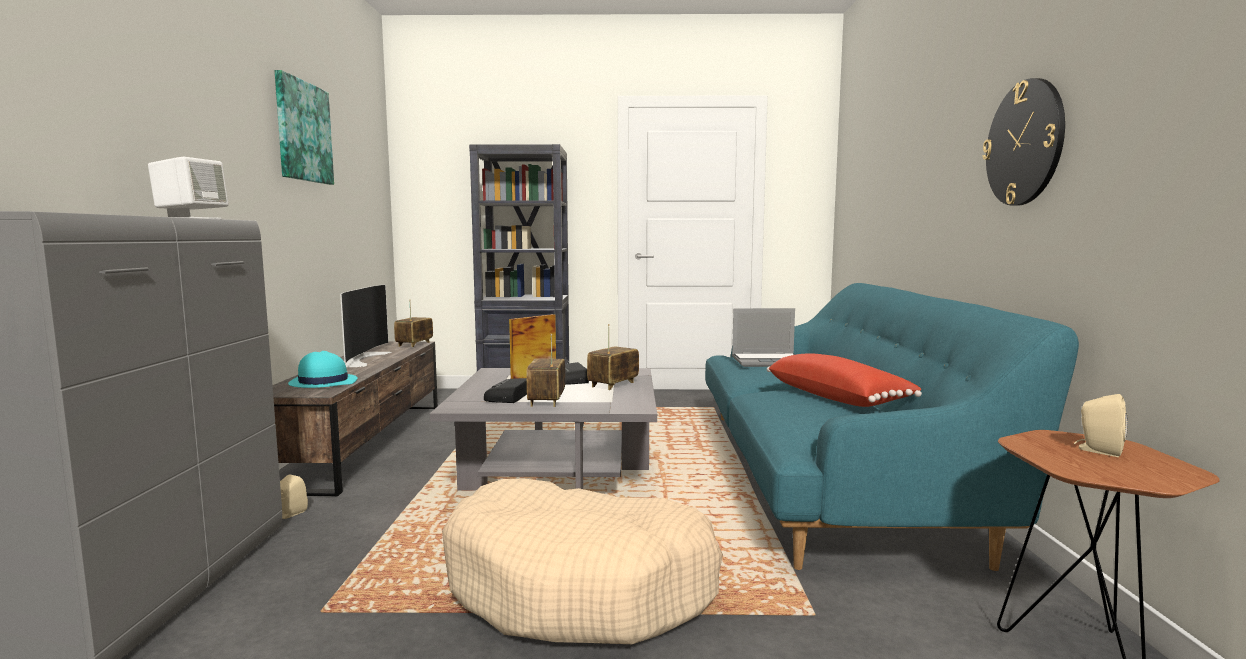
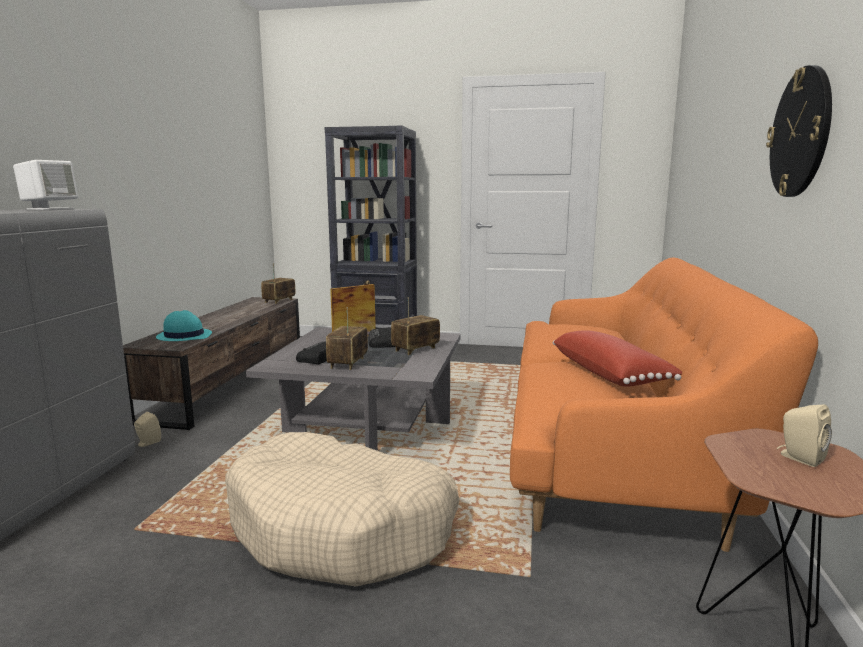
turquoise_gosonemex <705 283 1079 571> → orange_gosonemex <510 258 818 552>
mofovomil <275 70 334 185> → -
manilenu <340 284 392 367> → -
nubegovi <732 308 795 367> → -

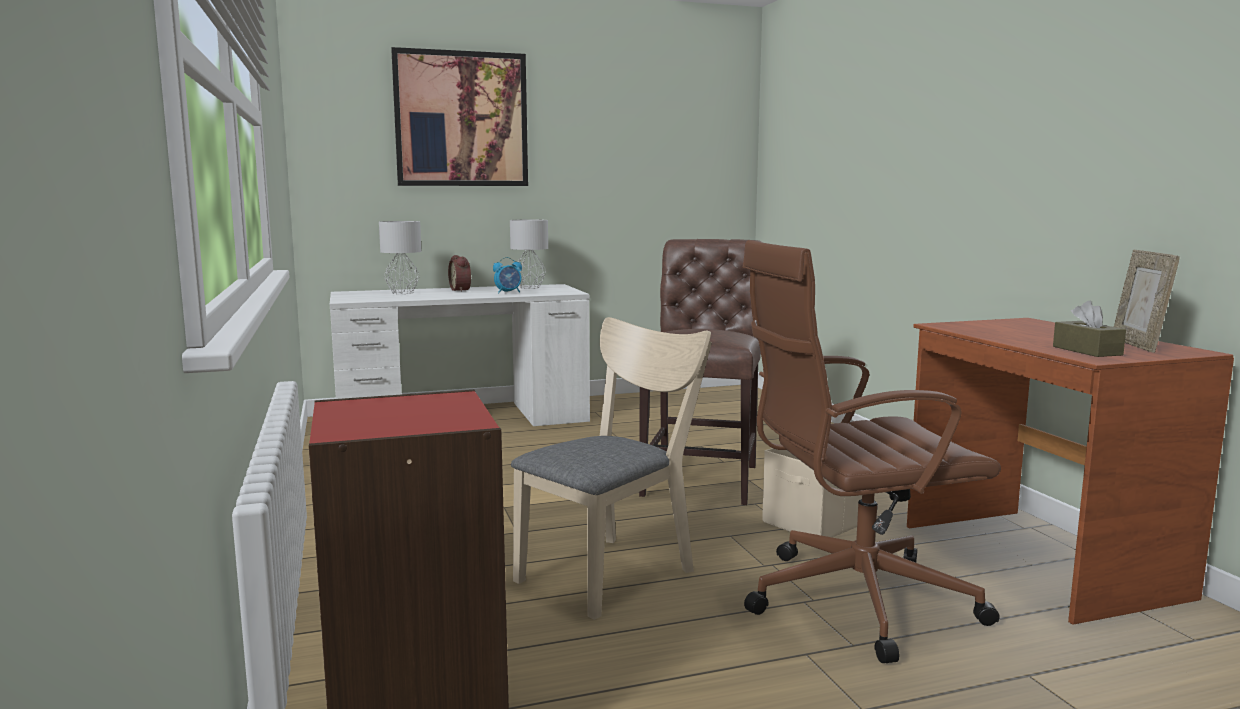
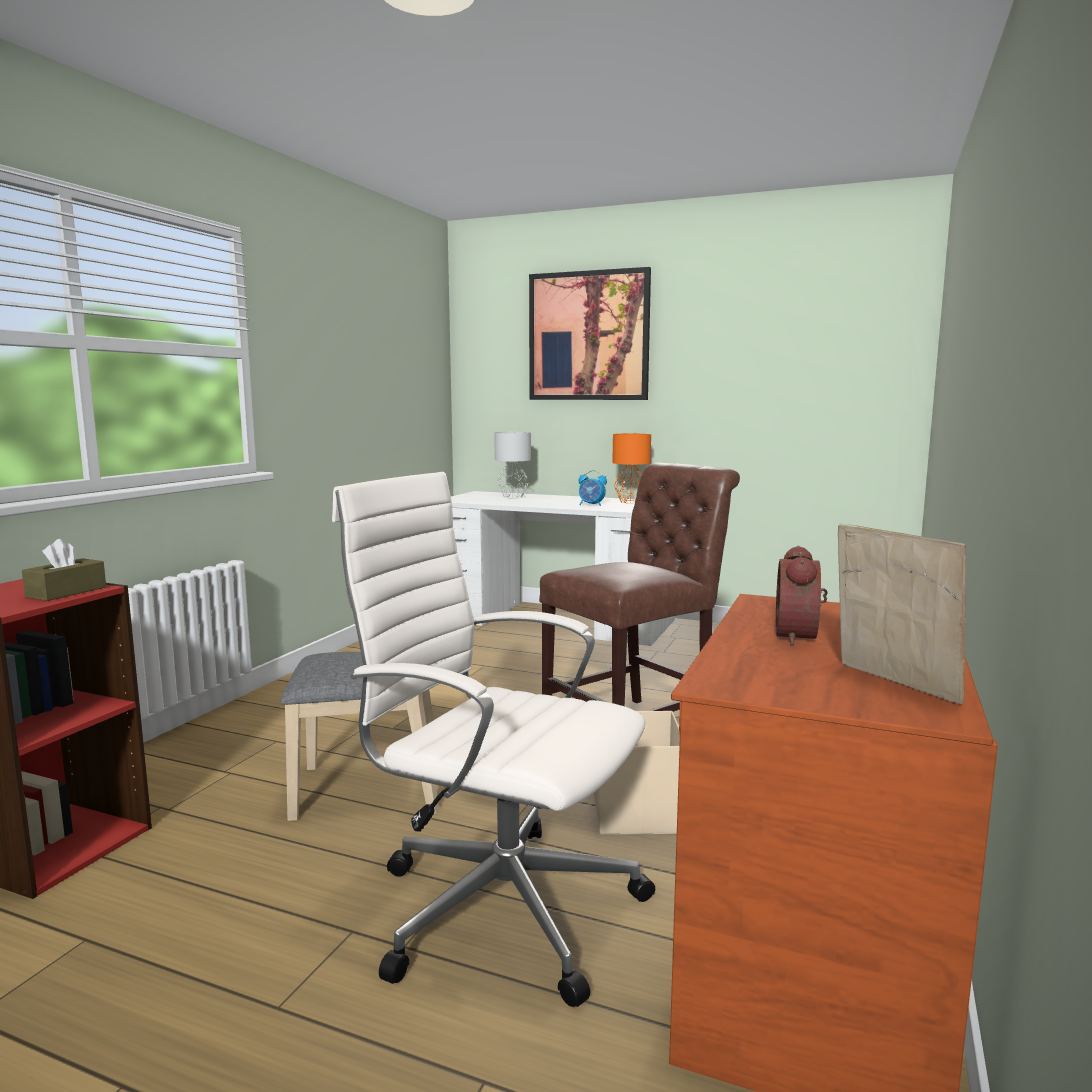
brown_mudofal <1053 301 1126 357> → brown_mudofal <22 539 106 601>, moved
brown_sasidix <743 240 1001 663> → white_sasidix <332 472 655 1007>
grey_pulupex <510 219 548 289> → orange_pulupex <612 434 651 503>
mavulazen <448 255 471 292> → mavulazen <776 546 828 645>, moved
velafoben <1114 249 1180 353> → velafoben <838 524 966 704>, 105 degrees clockwise

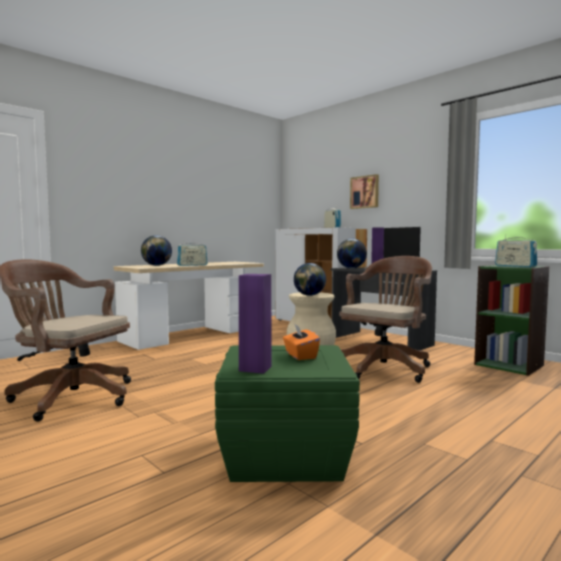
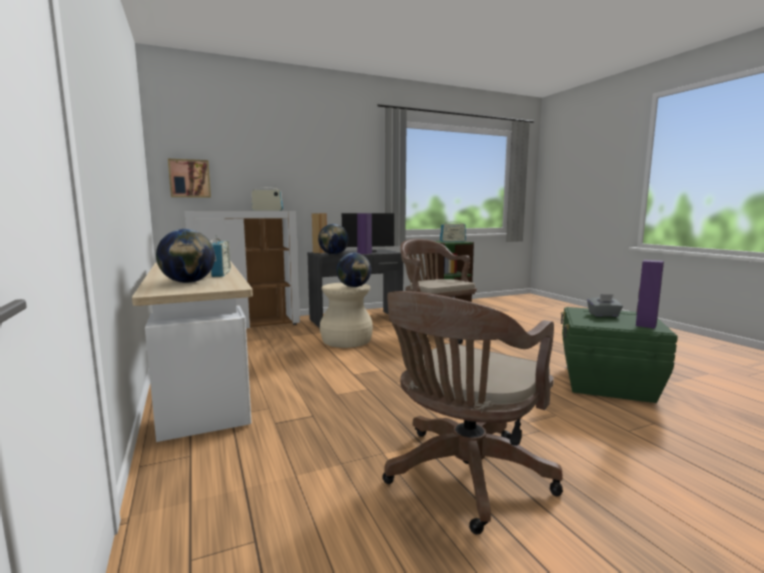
mofovomil <350 174 379 209> → mofovomil <168 159 211 198>, moved
orange_mudofal <283 325 320 360> → grey_mudofal <587 294 623 317>

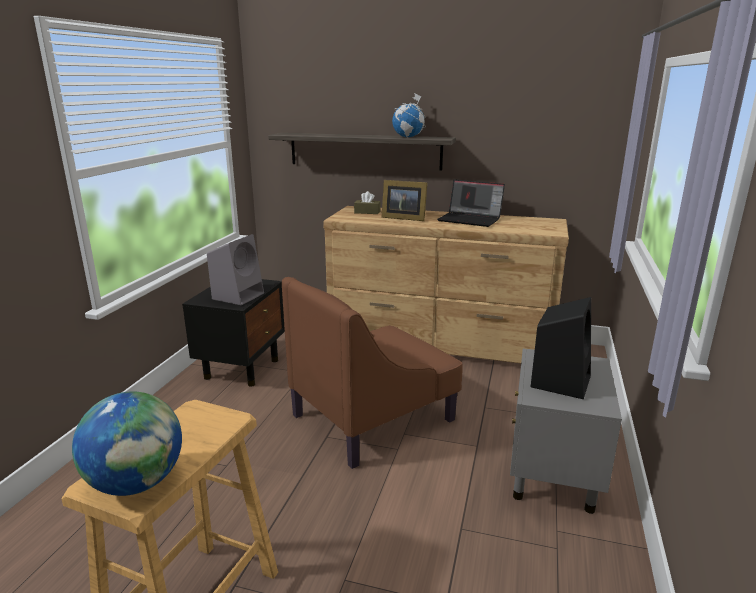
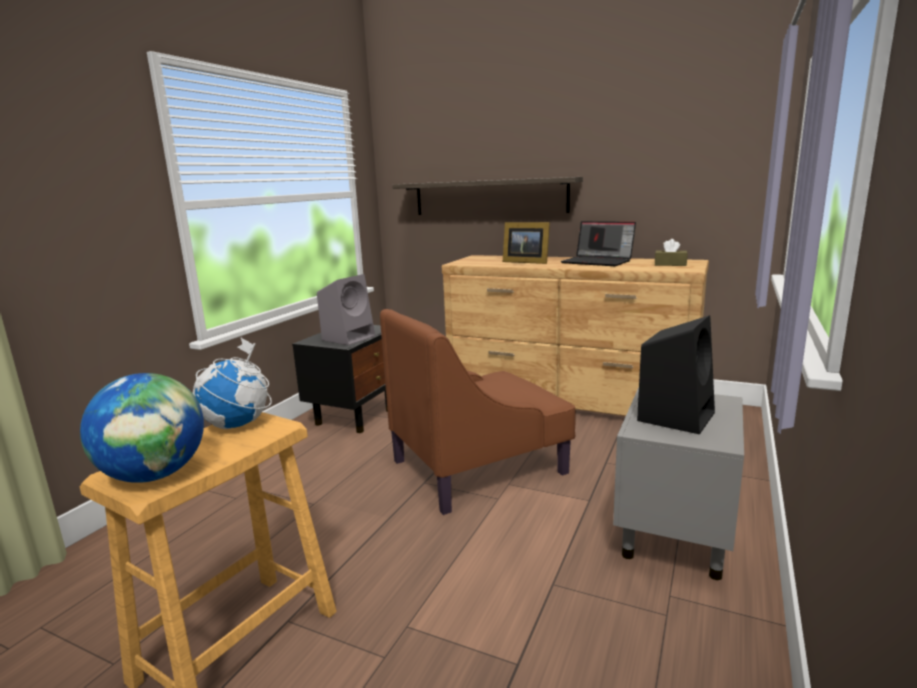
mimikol <392 93 426 138> → mimikol <193 338 272 429>, moved
brown_mudofal <354 191 381 214> → brown_mudofal <655 239 688 266>, moved

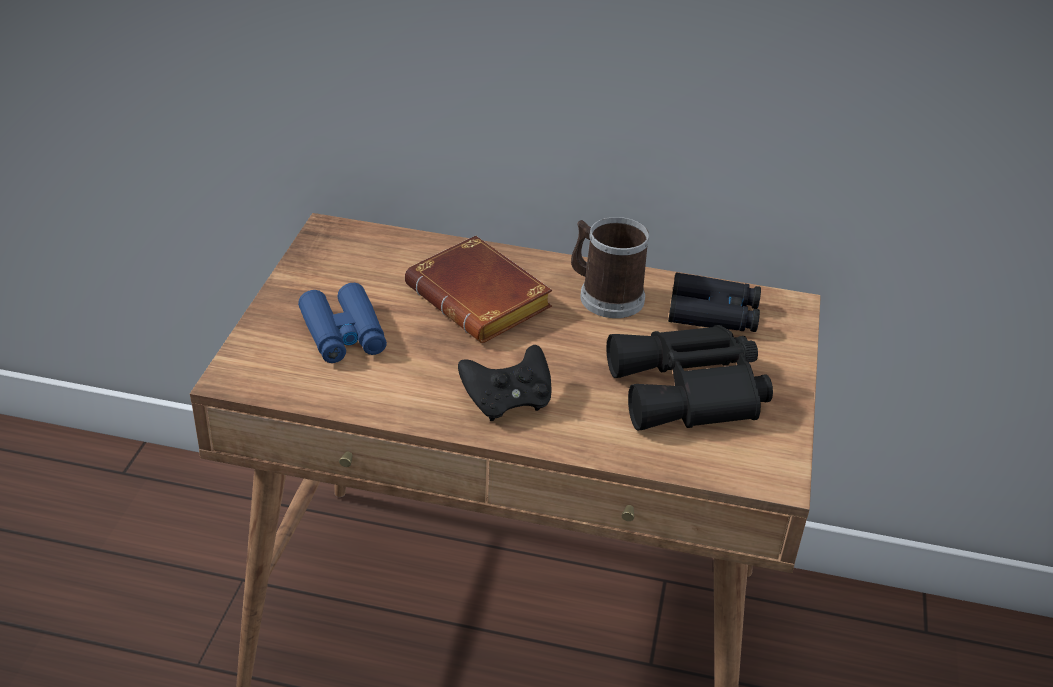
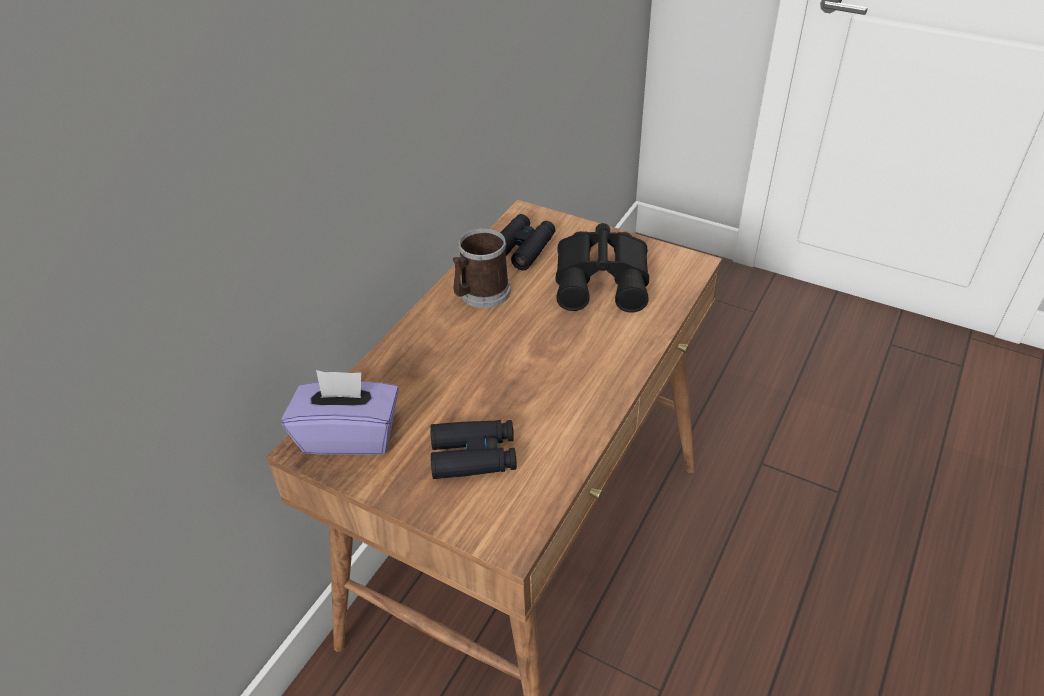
- → purple_mudofal <281 370 399 455>
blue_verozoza <298 283 387 363> → black_verozoza <430 420 517 479>
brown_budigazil <405 236 552 343> → -
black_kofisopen <458 345 551 421> → -

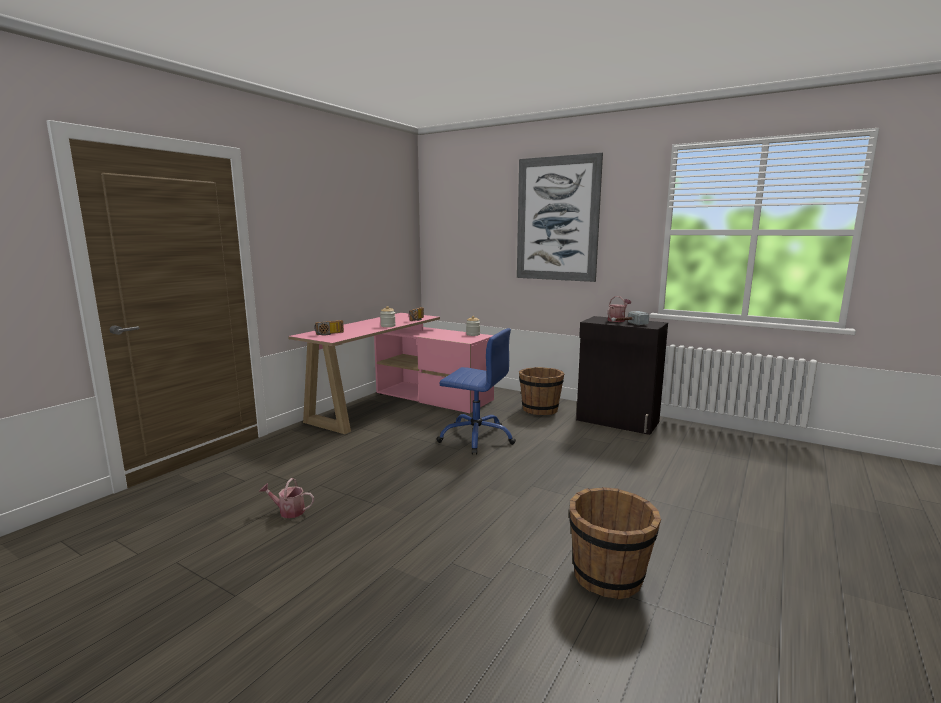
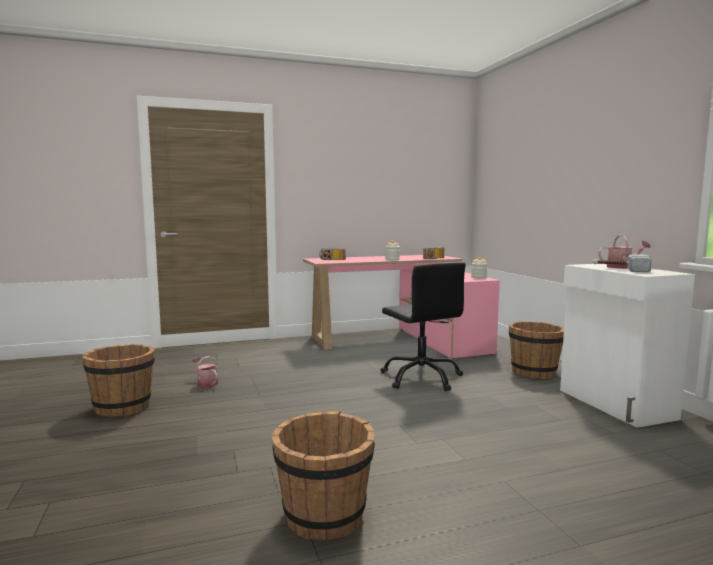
- → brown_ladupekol <82 344 155 417>
blue_sasidix <436 328 516 455> → black_sasidix <381 262 466 391>
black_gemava <576 316 668 435> → white_gemava <560 264 695 428>
mofovomil <517 153 603 282> → -

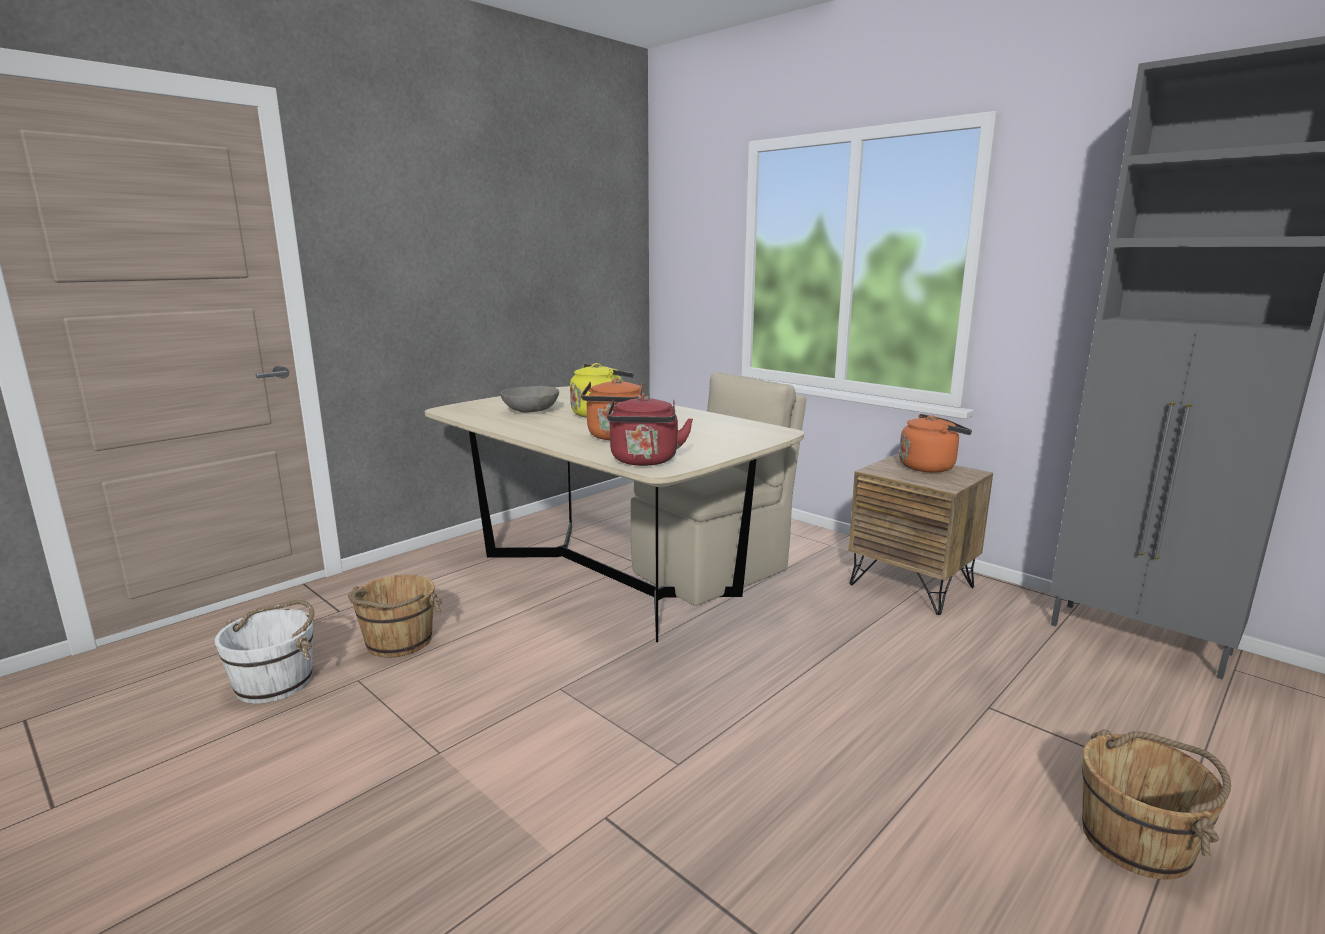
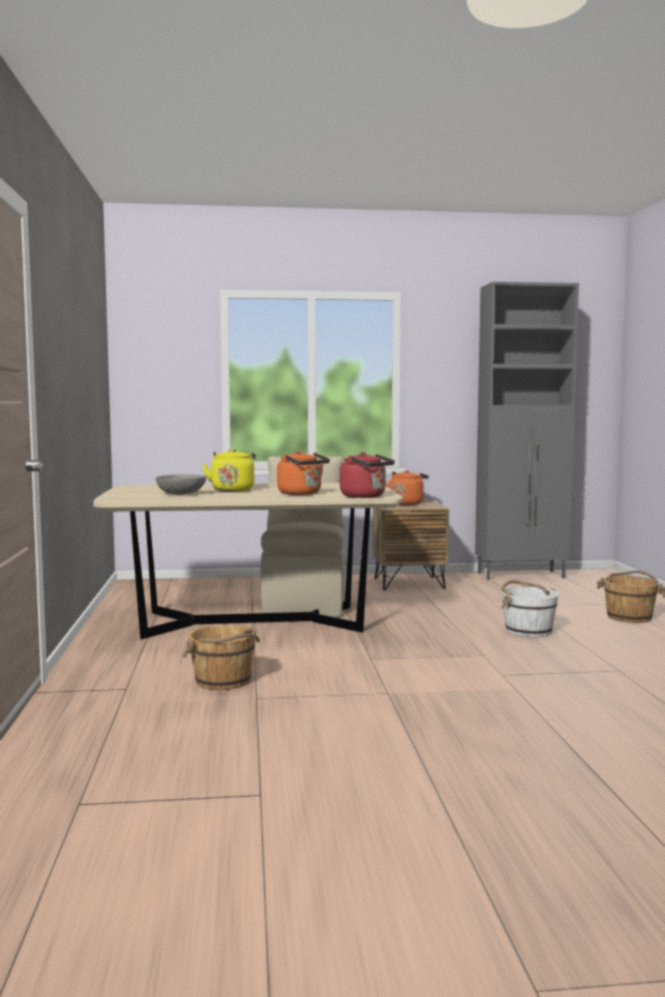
white_ladupekol <215 600 314 704> → white_ladupekol <501 580 559 637>, moved

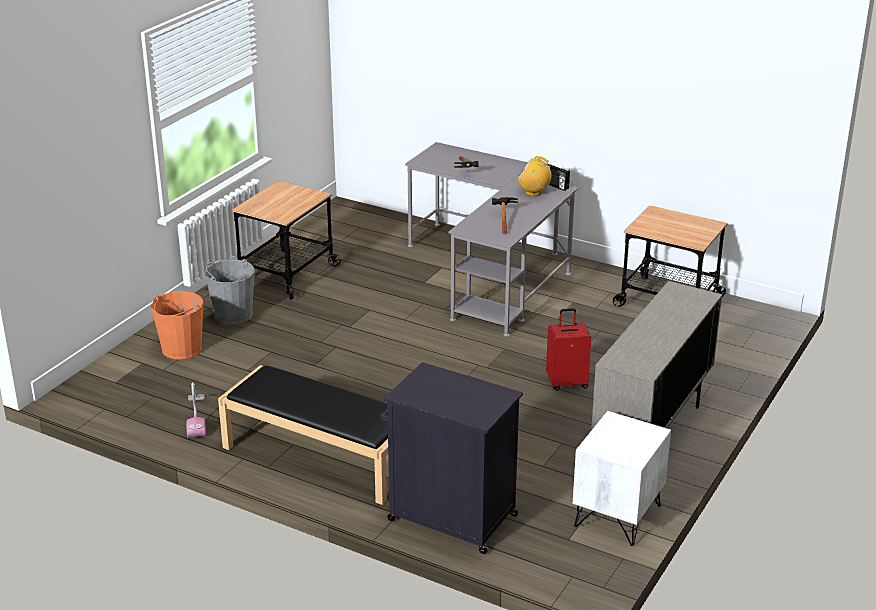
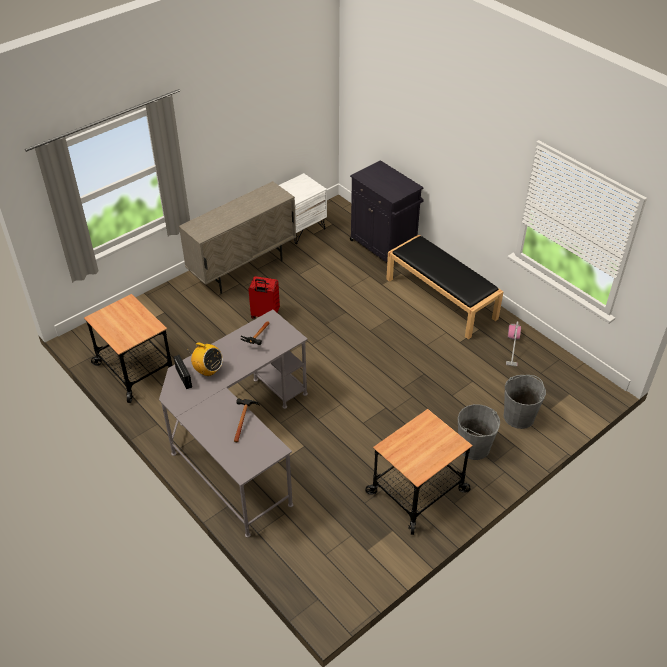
orange_ladupekol <151 291 203 359> → grey_ladupekol <504 375 546 429>

